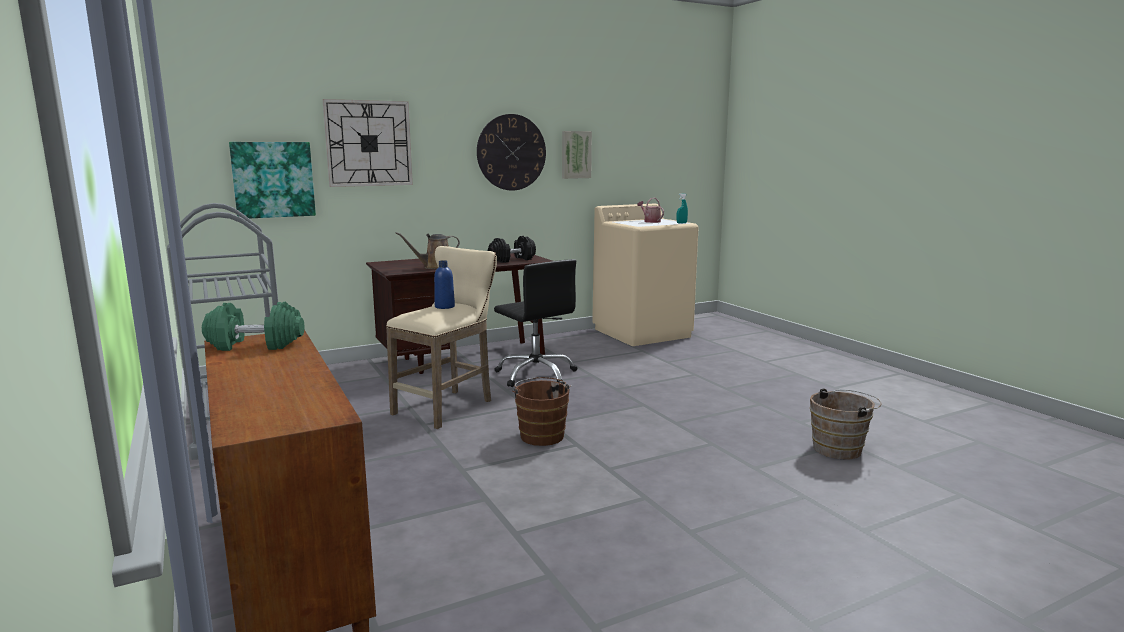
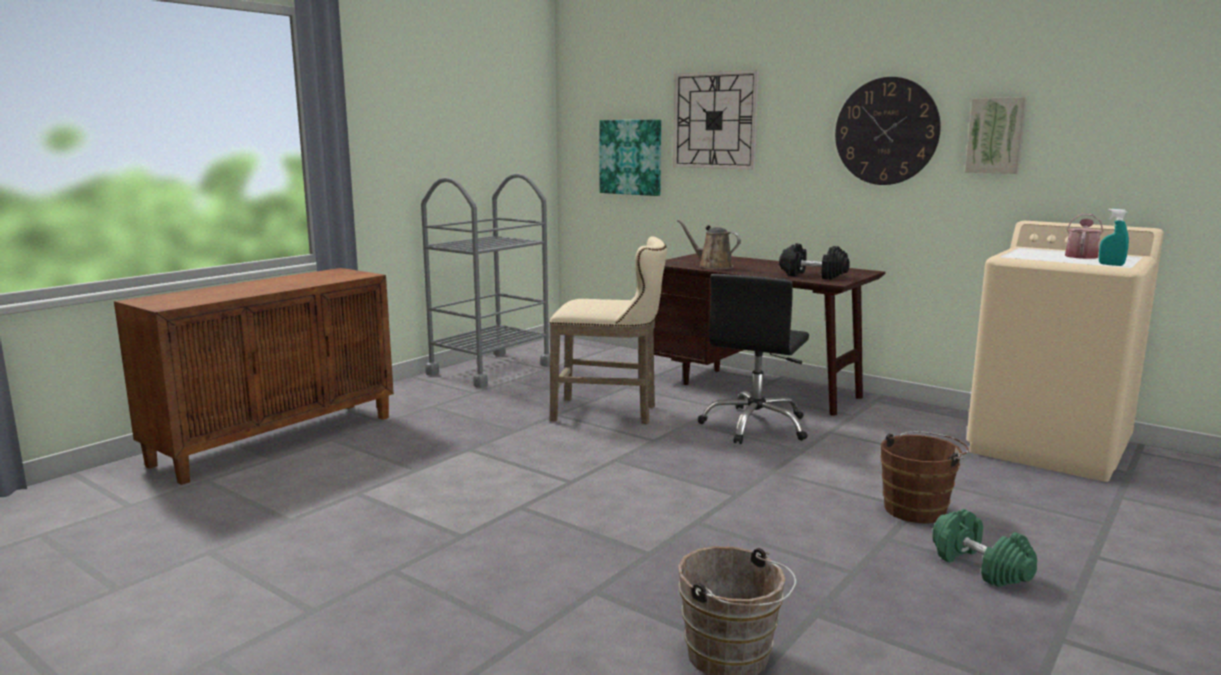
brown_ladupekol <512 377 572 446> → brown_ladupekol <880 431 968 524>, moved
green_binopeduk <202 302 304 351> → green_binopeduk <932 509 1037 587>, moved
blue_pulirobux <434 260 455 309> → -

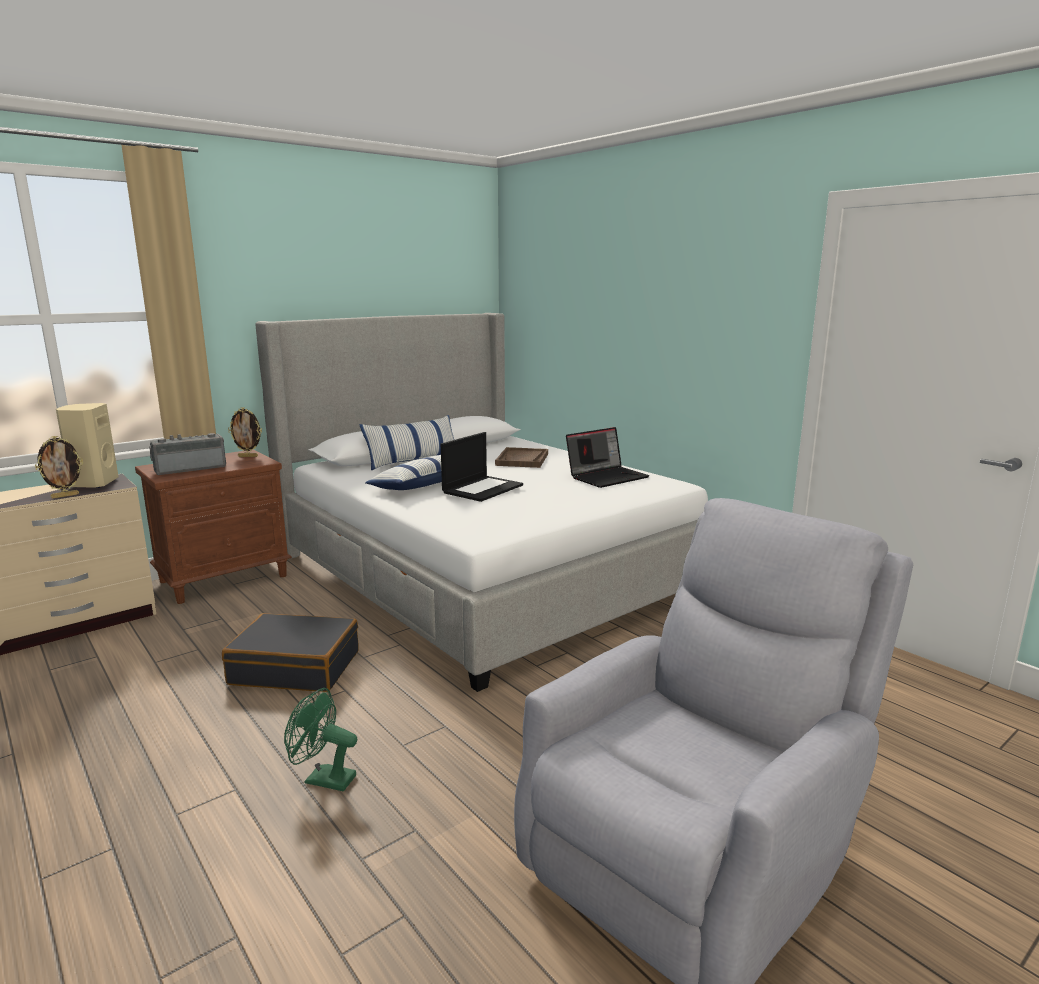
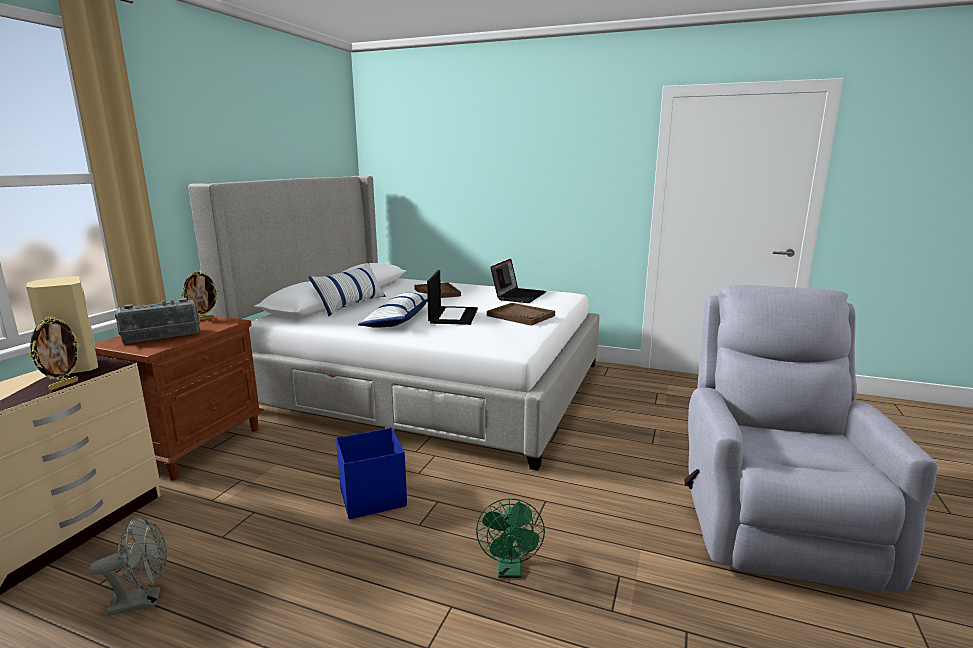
- → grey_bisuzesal <89 516 167 616>
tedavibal <149 433 226 475> → tedavibal <115 298 200 345>, 150 degrees counterclockwise
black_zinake <222 613 359 692> → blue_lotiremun <336 428 407 519>
green_bisuzesal <284 688 357 791> → green_bisuzesal <476 498 545 578>, 75 degrees counterclockwise
- → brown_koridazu <487 303 555 326>

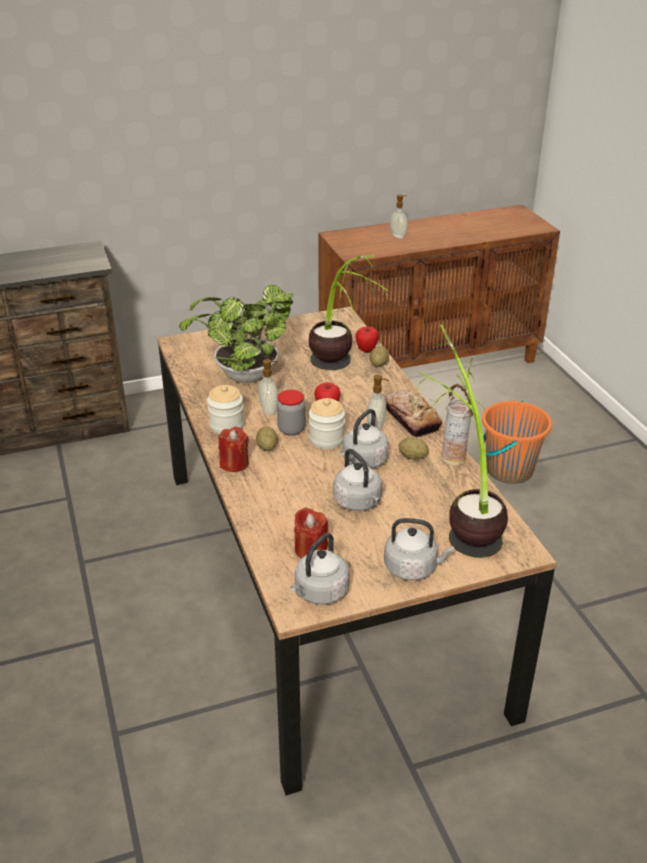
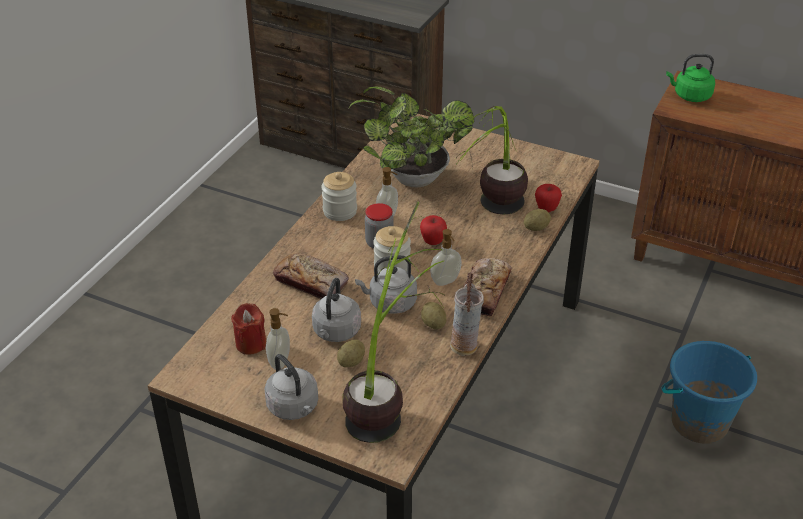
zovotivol <390 194 408 238> → zovotivol <266 308 290 370>, moved
- → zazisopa <273 253 349 299>
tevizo <256 426 278 451> → tevizo <337 339 365 367>, moved
orange_ladupekol <482 401 552 484> → blue_ladupekol <662 341 757 444>
- → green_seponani <666 54 715 102>
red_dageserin <219 427 249 472> → -
grey_seponani <290 533 350 605> → -

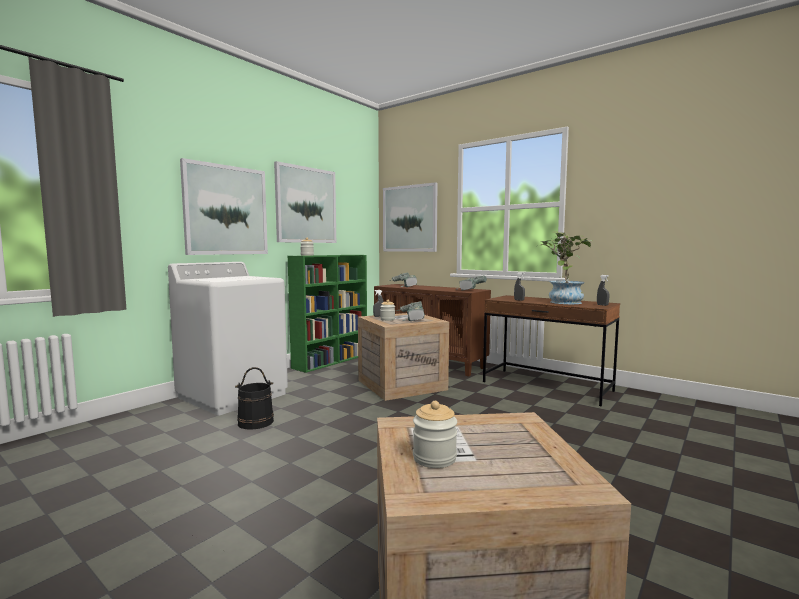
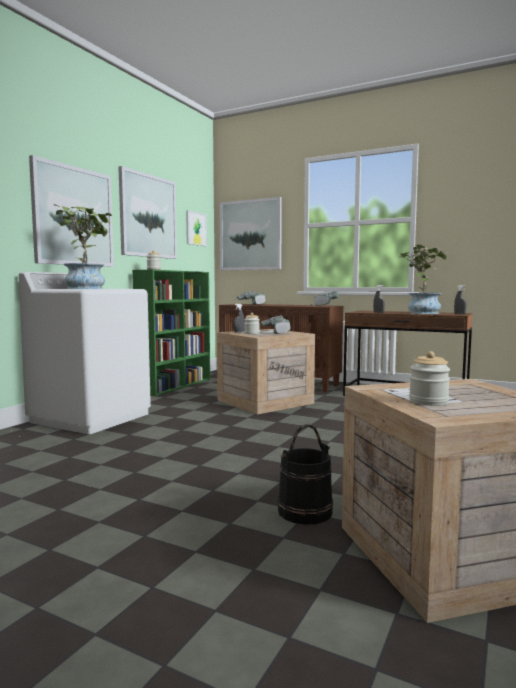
- → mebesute <53 204 112 289>
- → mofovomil <186 210 207 246>
black_ladupekol <235 367 274 430> → black_ladupekol <278 424 333 525>, moved

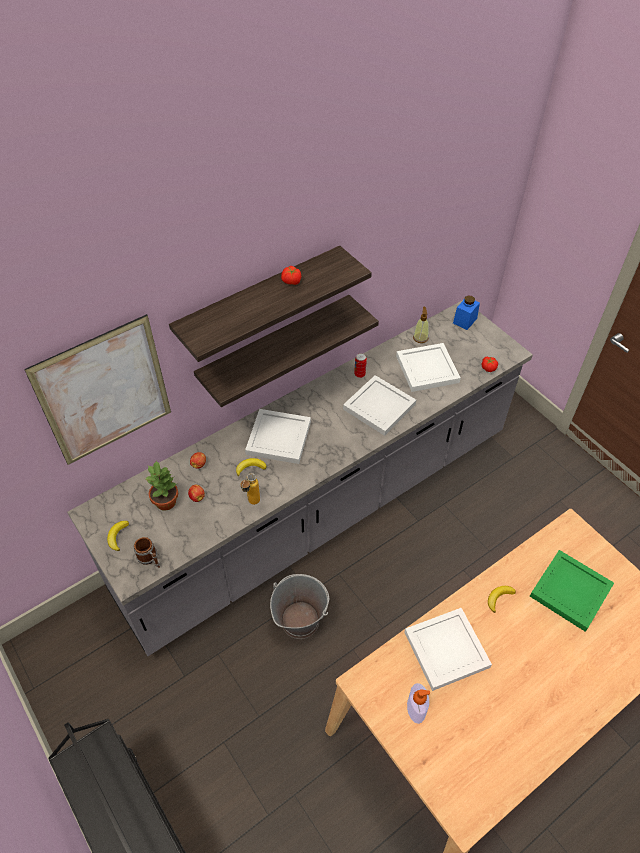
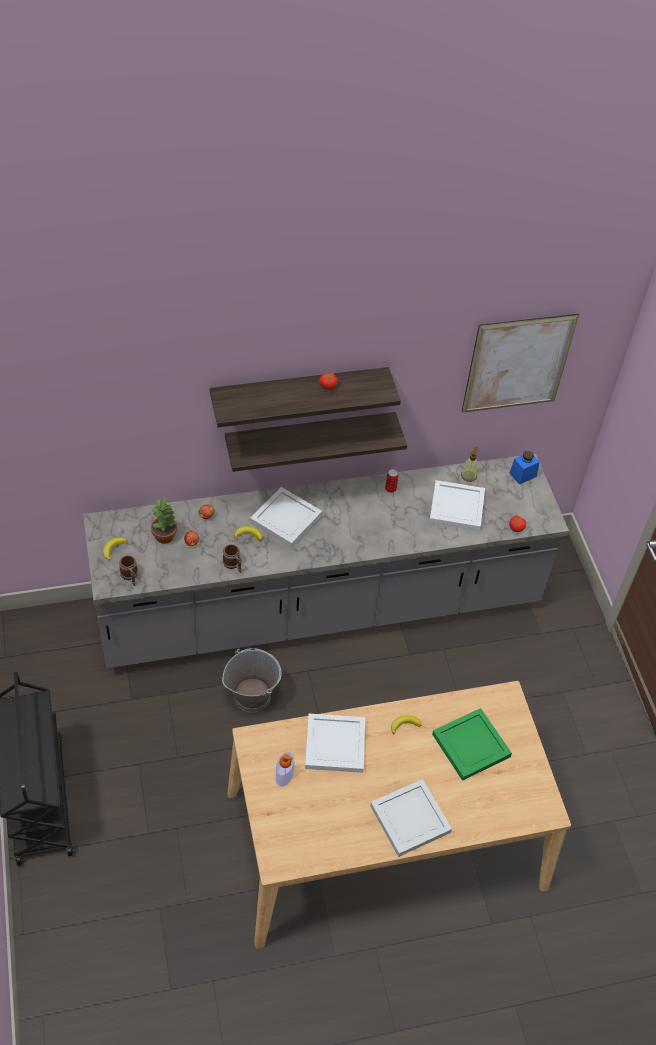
pulirobux <240 473 260 505> → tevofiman <222 544 242 573>
white_koridazu <343 375 416 436> → white_koridazu <370 779 452 857>, moved
mofovomil <24 314 171 465> → mofovomil <462 314 579 413>, moved

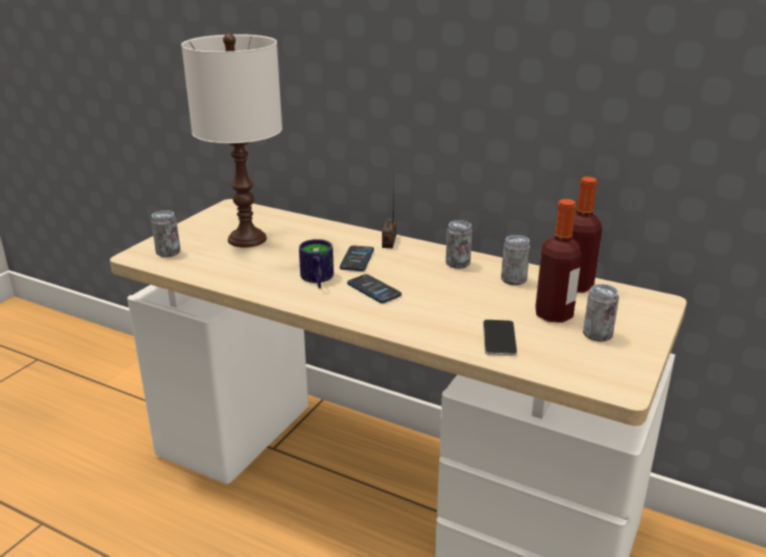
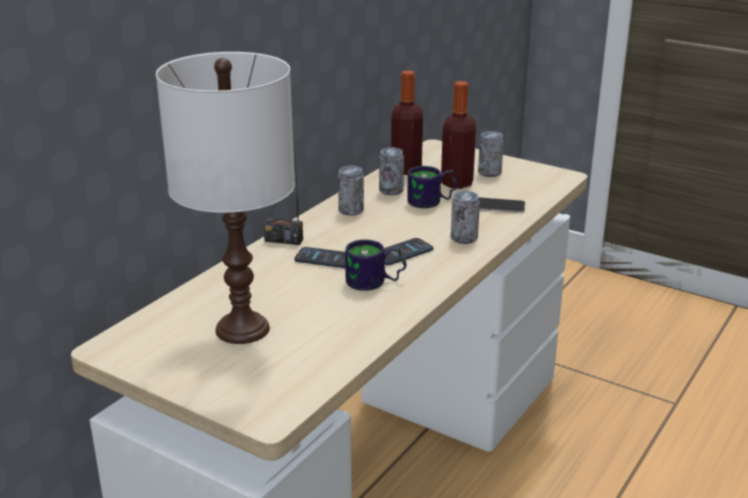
- → tevofiman <407 166 458 208>
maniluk <151 210 181 257> → maniluk <451 191 480 244>, moved

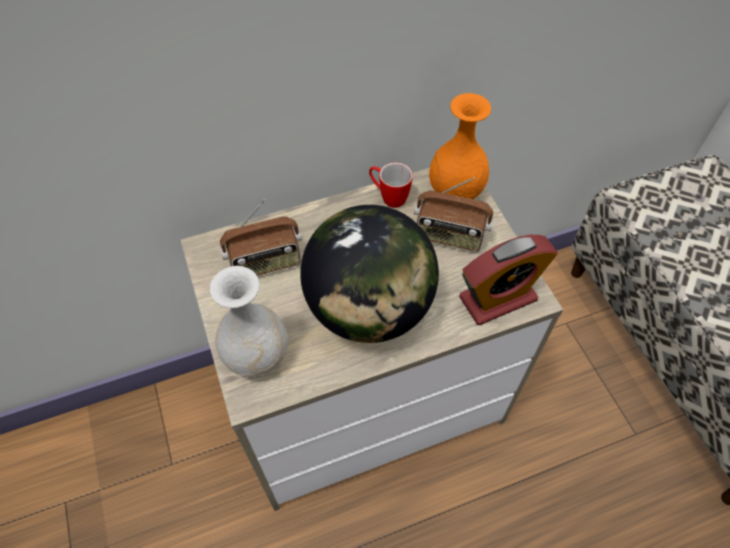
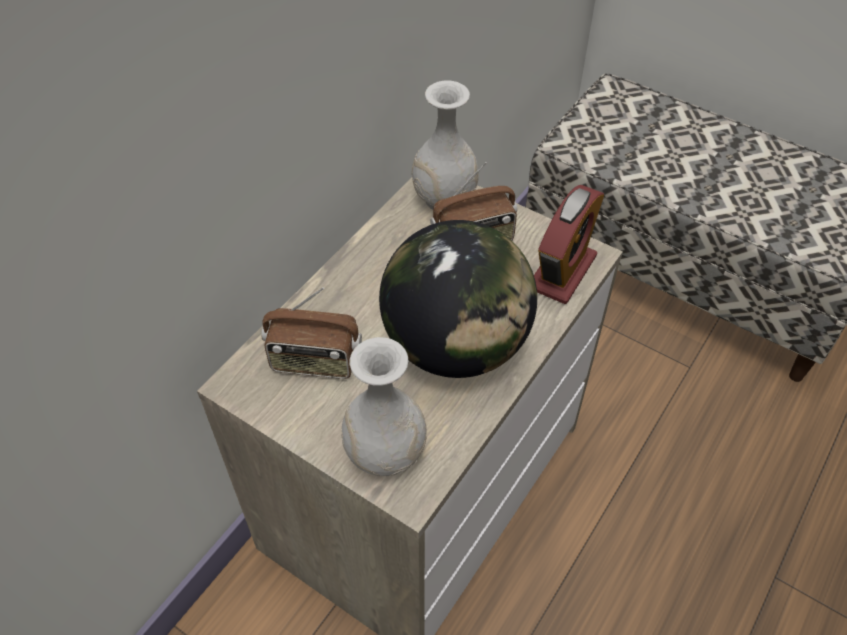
tedavibal <220 199 302 277> → tedavibal <261 287 362 379>, 60 degrees clockwise
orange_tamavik <429 93 491 199> → white_tamavik <412 80 479 210>
tevofiman <369 162 413 208> → -

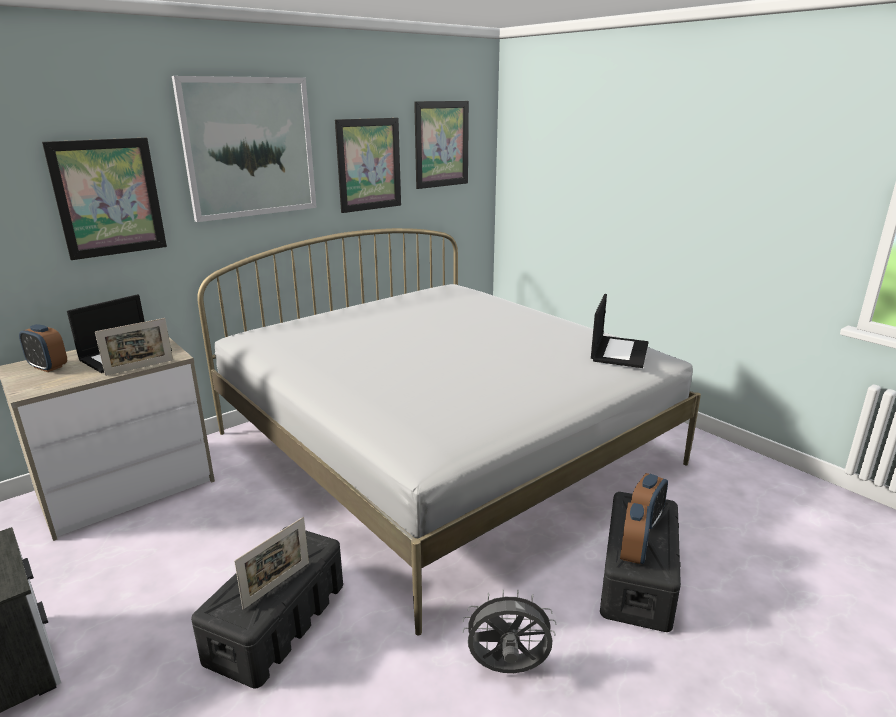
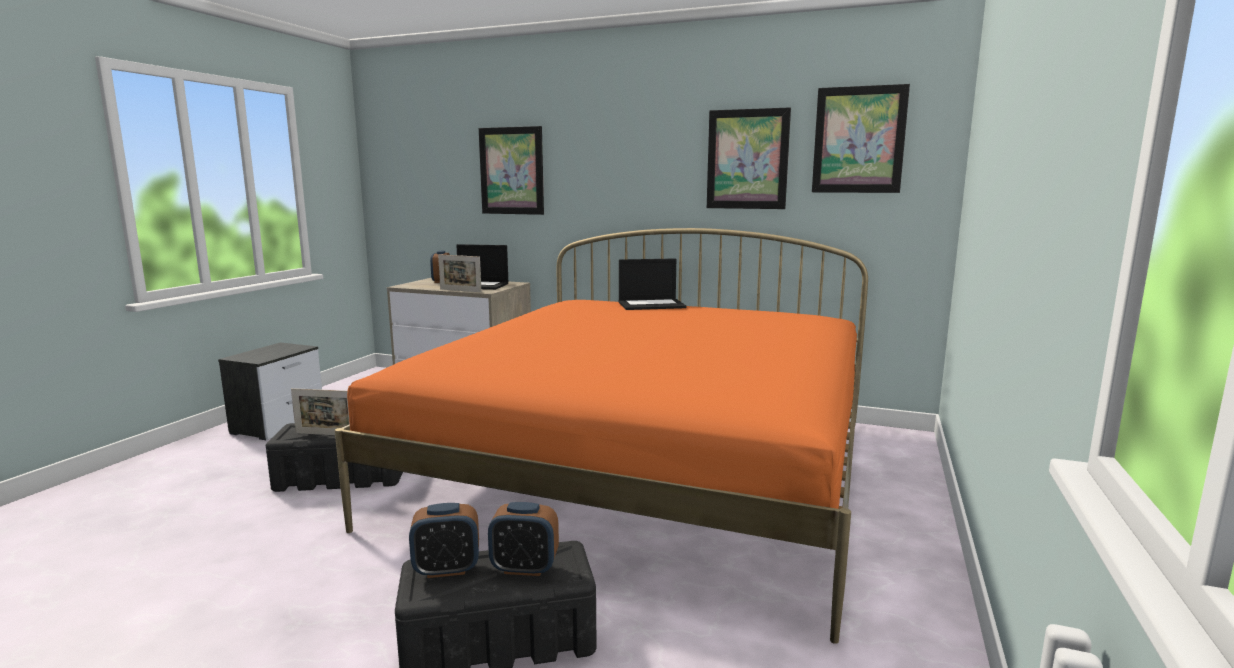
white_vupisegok <197 228 701 636> → orange_vupisegok <335 228 868 644>
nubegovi <591 294 649 368> → nubegovi <619 258 687 310>, moved
mofovomil <172 76 316 222> → -
grey_bisuzesal <463 589 557 673> → -

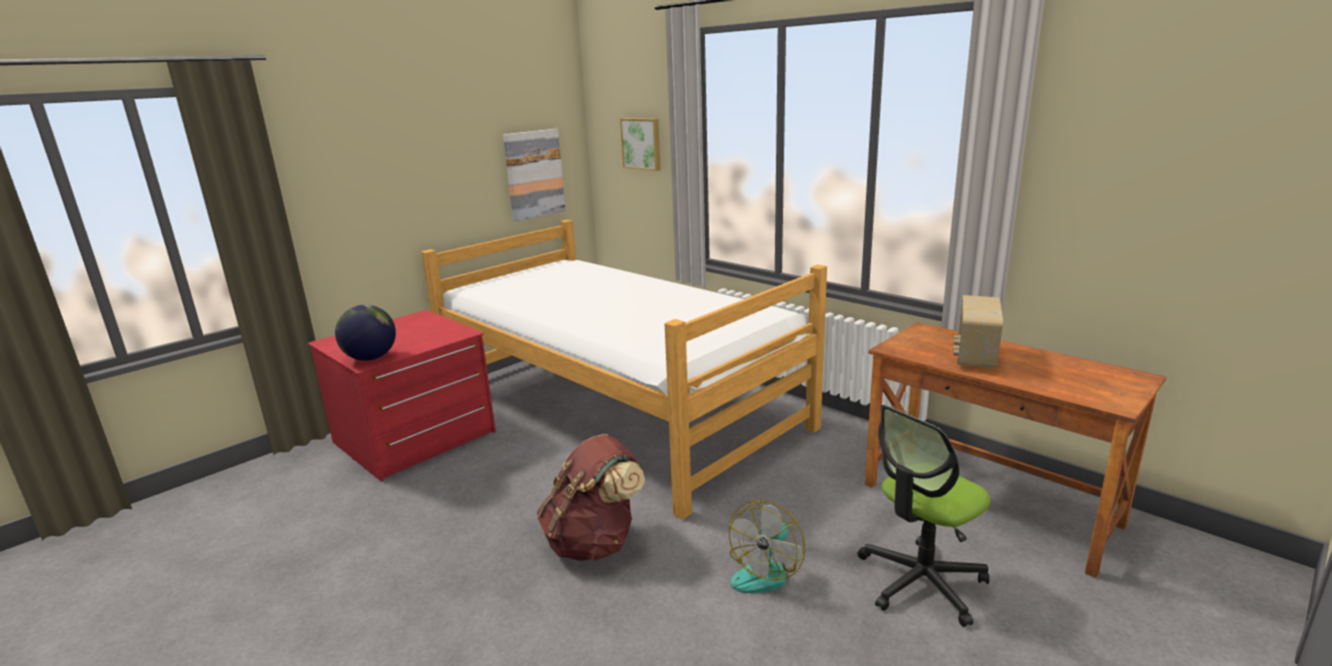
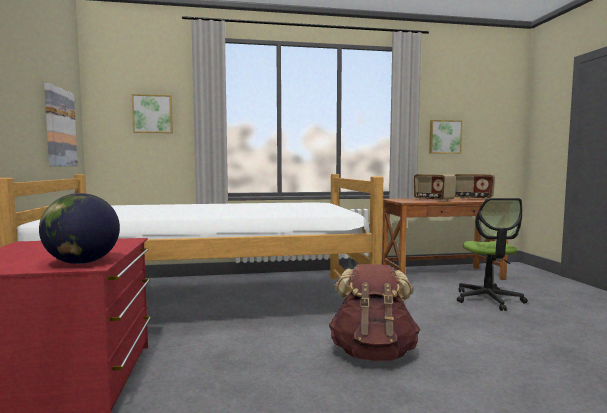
- → mofovomil <429 120 463 154>
- → tedavibal <455 174 495 200>
bisuzesal <729 500 805 593> → -

